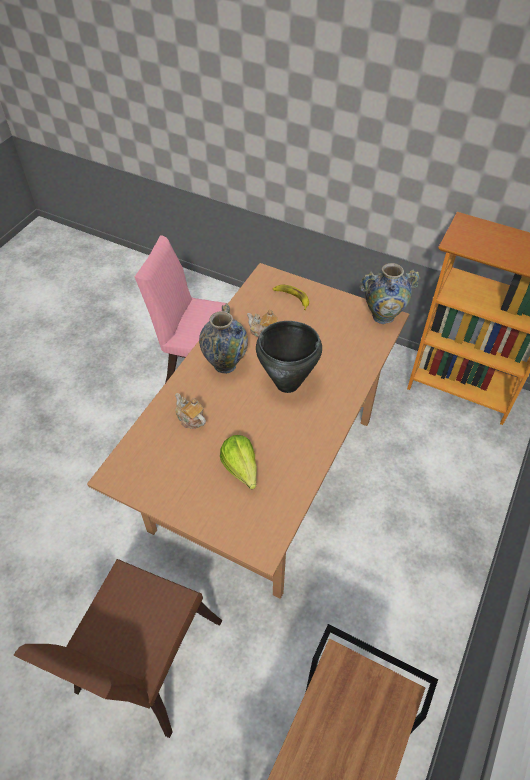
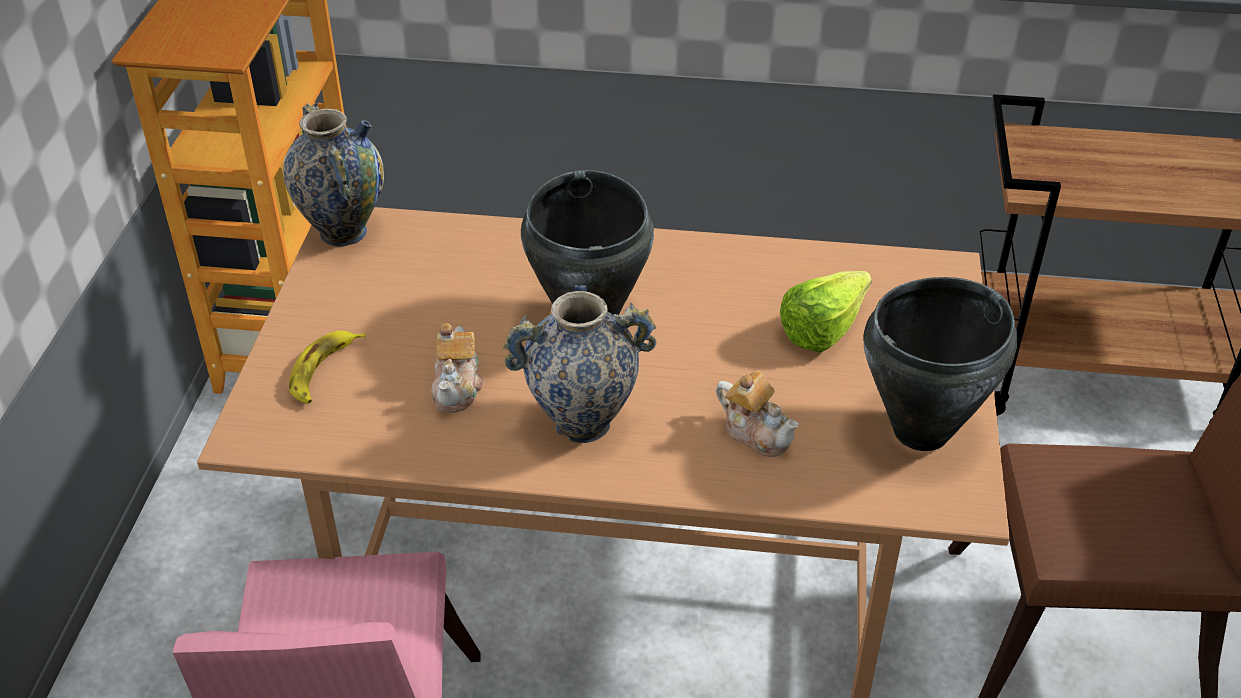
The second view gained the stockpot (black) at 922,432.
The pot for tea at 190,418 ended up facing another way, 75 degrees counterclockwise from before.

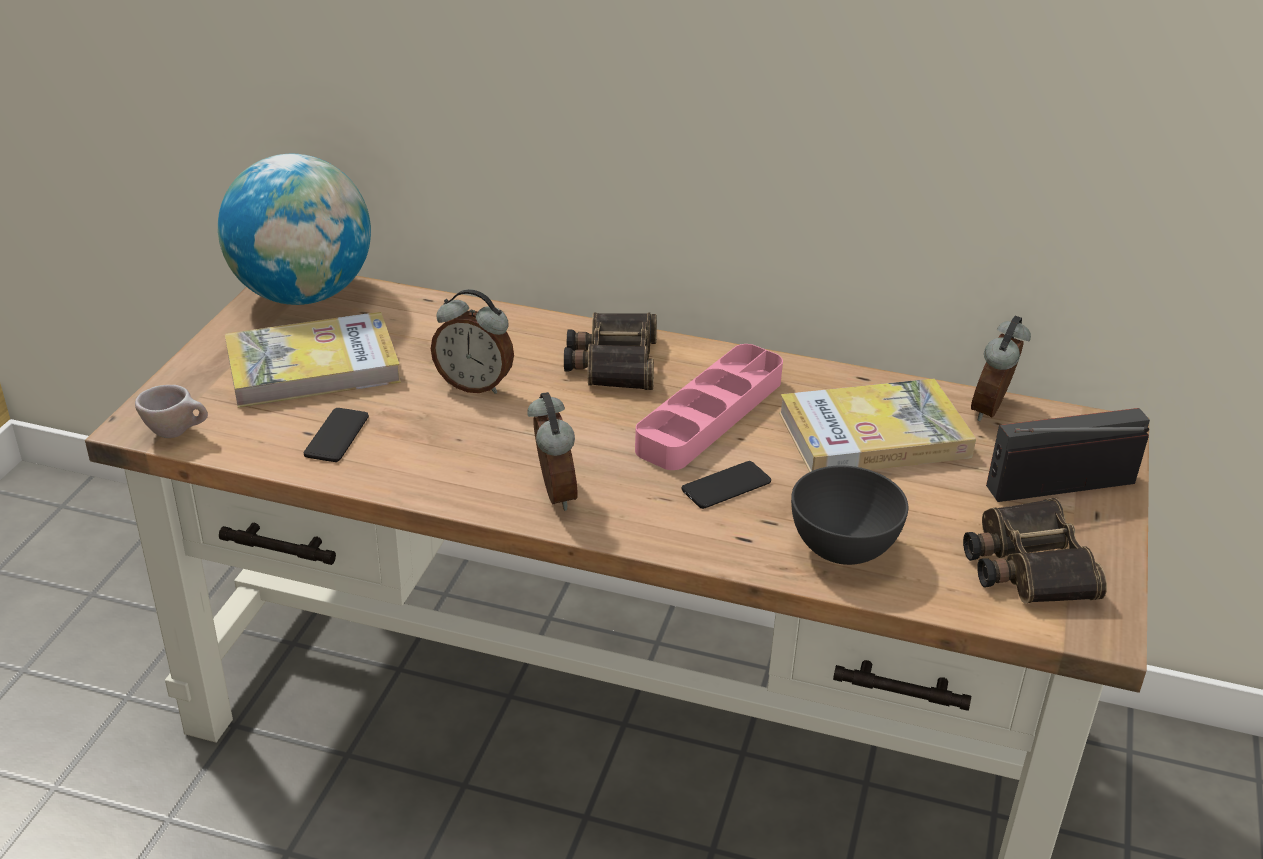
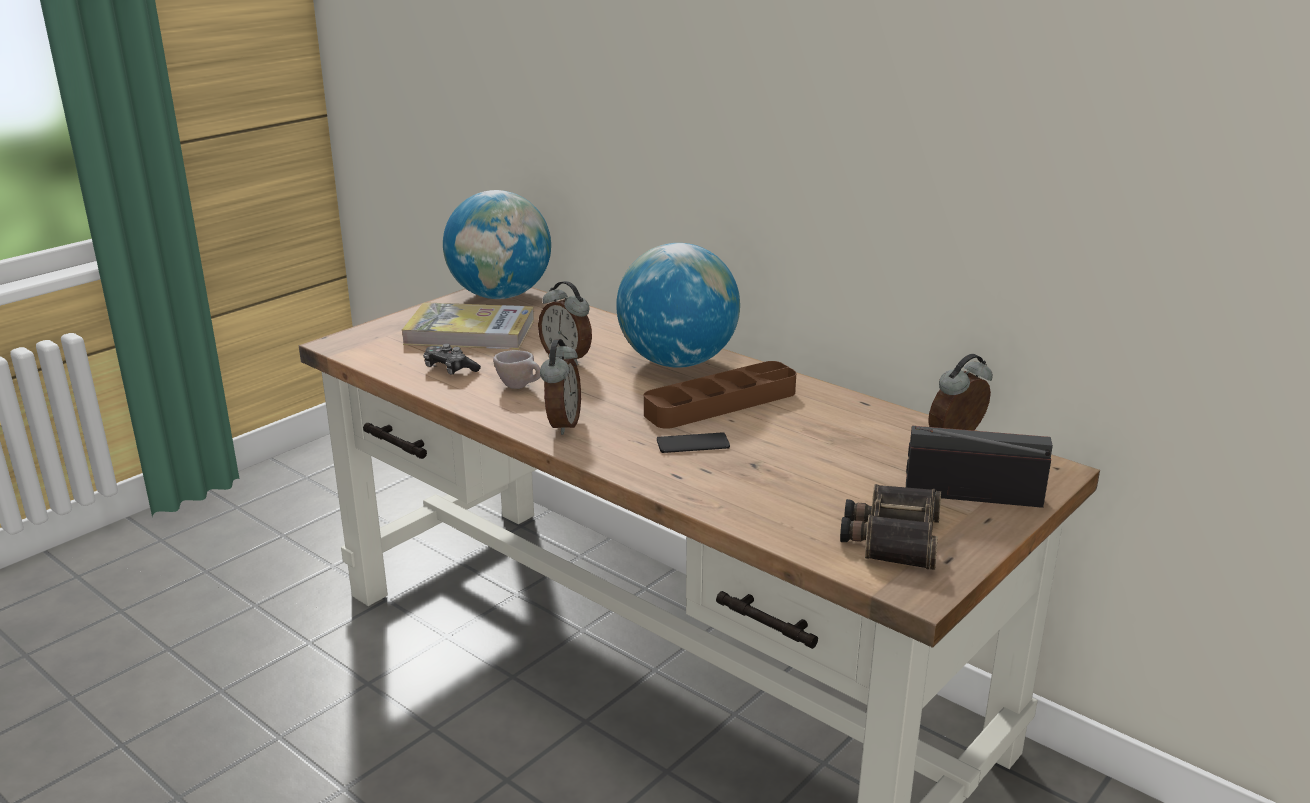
The second view lost the volume at 874,435.
The second view lost the serving bowl (greyish) at 842,547.
The cup (sand-coloured) ended up elsewhere, having gone from 178,432 to 520,387.
Where the telephone stood at 336,436, the game controller came to stand at 450,369.
Where the binoculars stood at 612,362, the world globe came to stand at 677,362.
What was the serving tray (pink) at 710,415 turned into the serving tray (brownish) at 721,403.

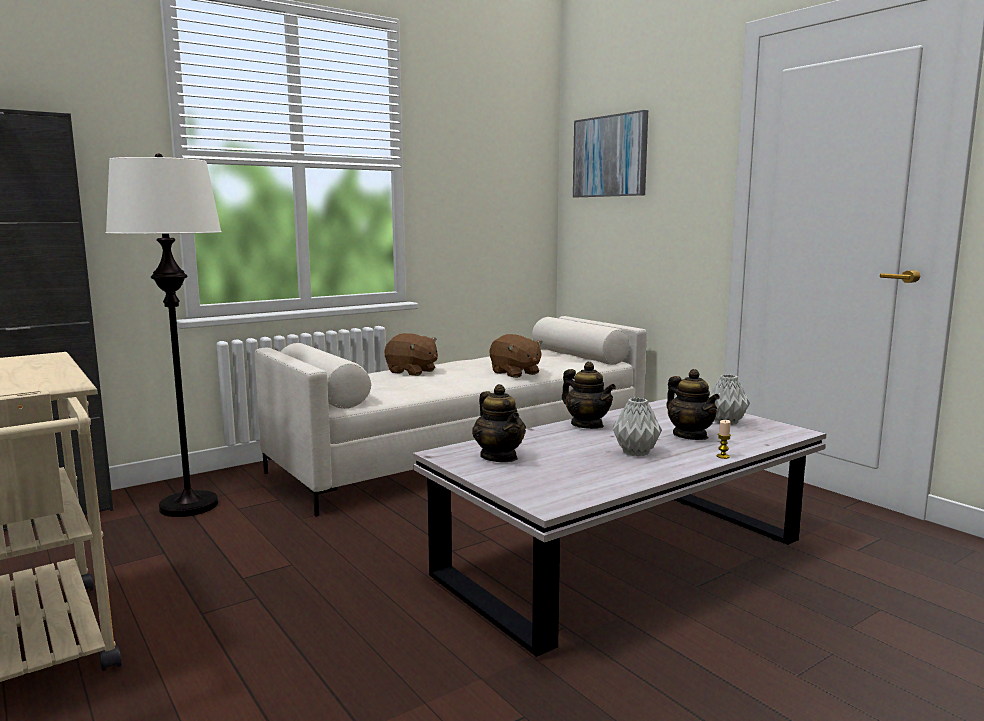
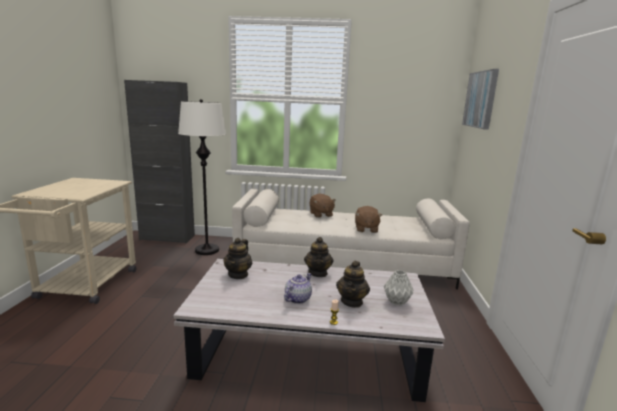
Where the flower vase (greyish) stood at 635,452, the pot for tea came to stand at 297,298.

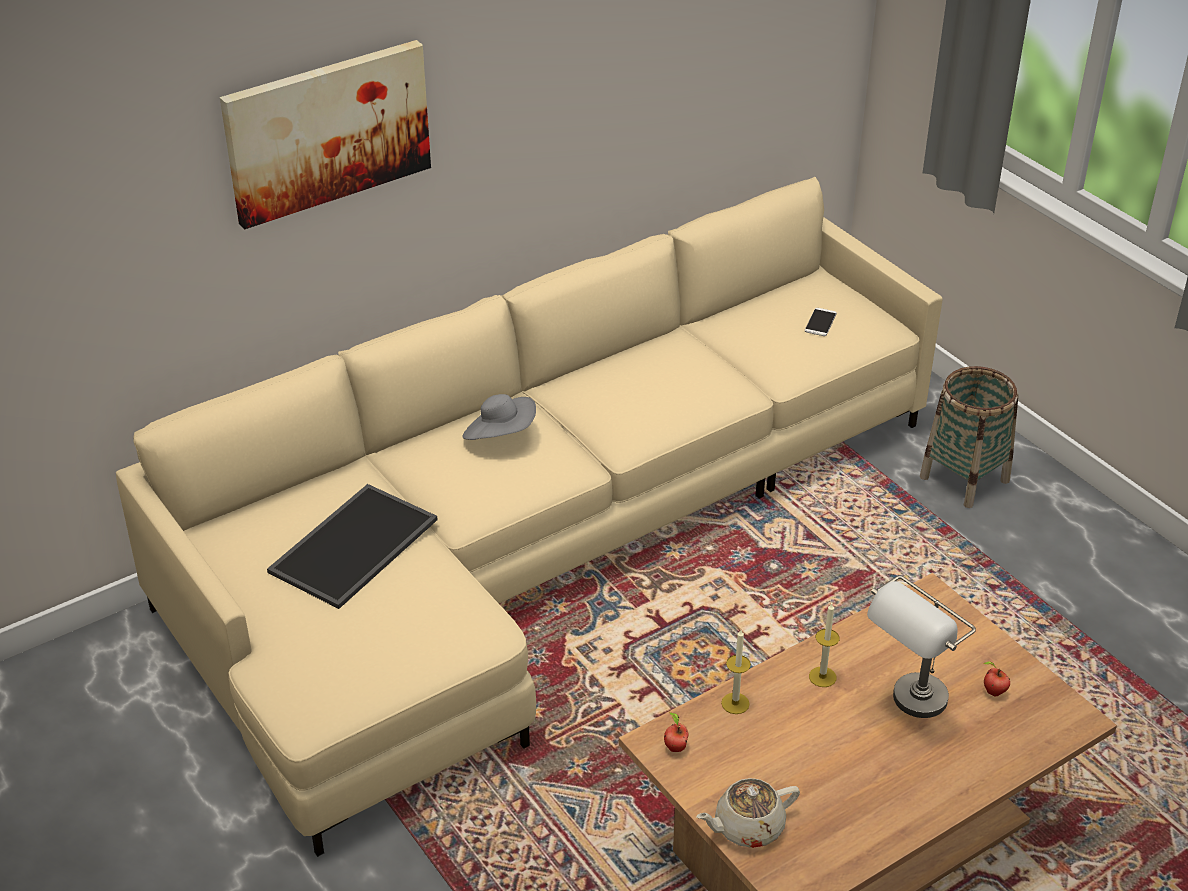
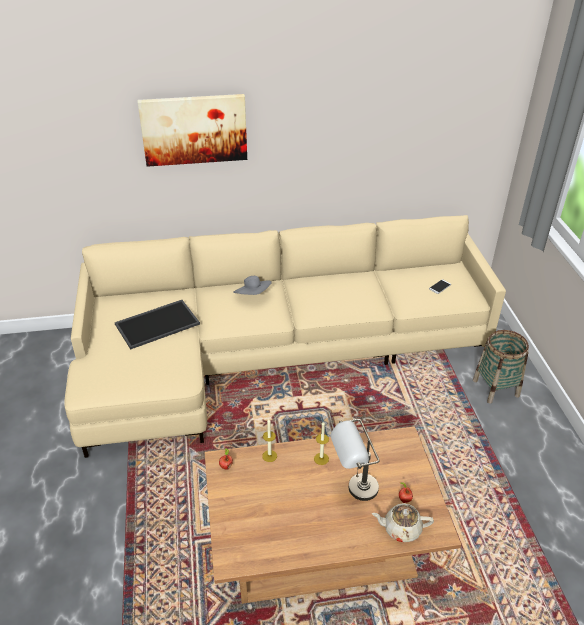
The pot for tea (sand-coloured) ended up elsewhere, having gone from 747,827 to 401,529.

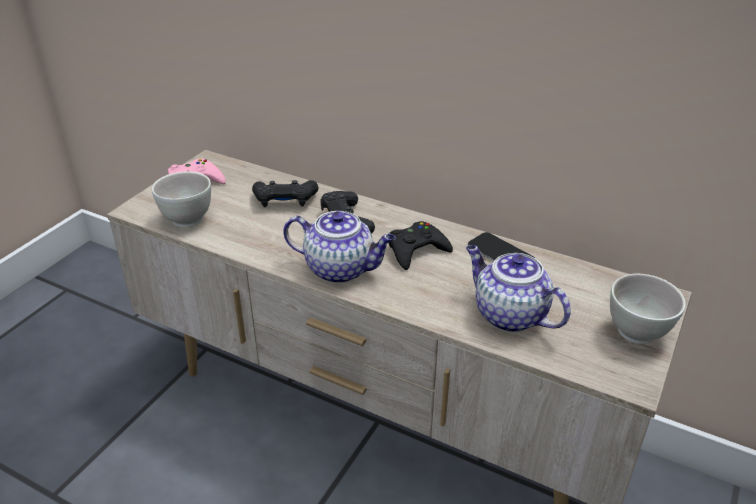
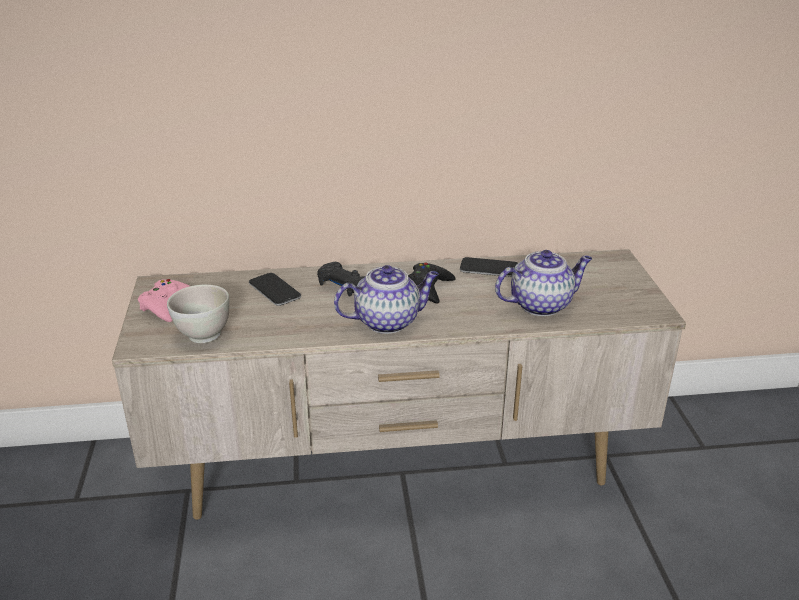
The second view lost the serving bowl (white-coloured) at 637,333.
Where the game controller (black) stood at 285,201, the telephone came to stand at 274,290.
The pot for tea at 508,315 ended up facing another way, 150 degrees clockwise from before.

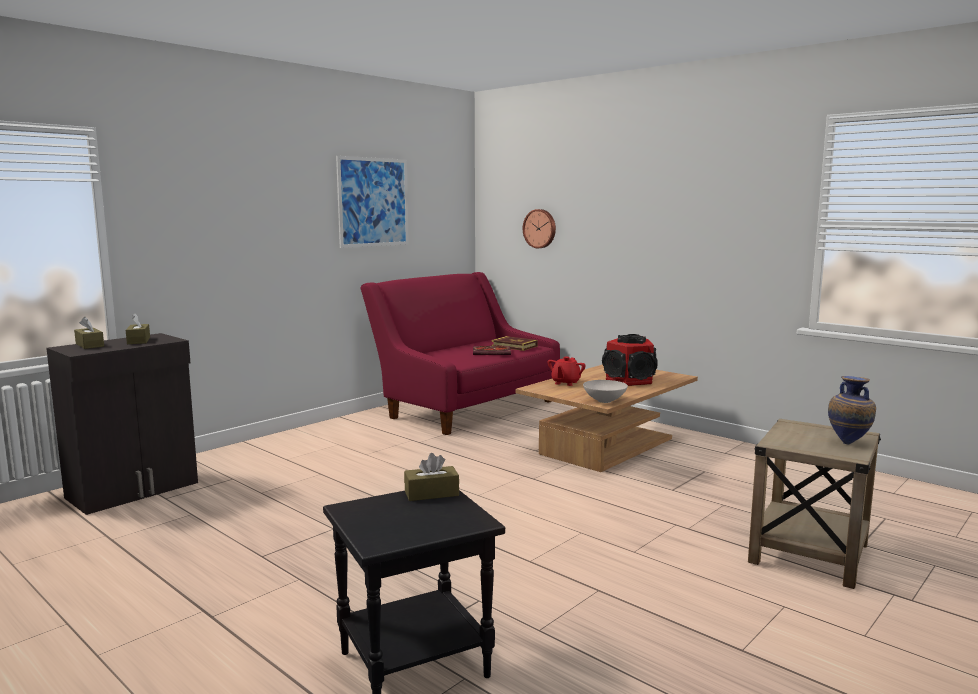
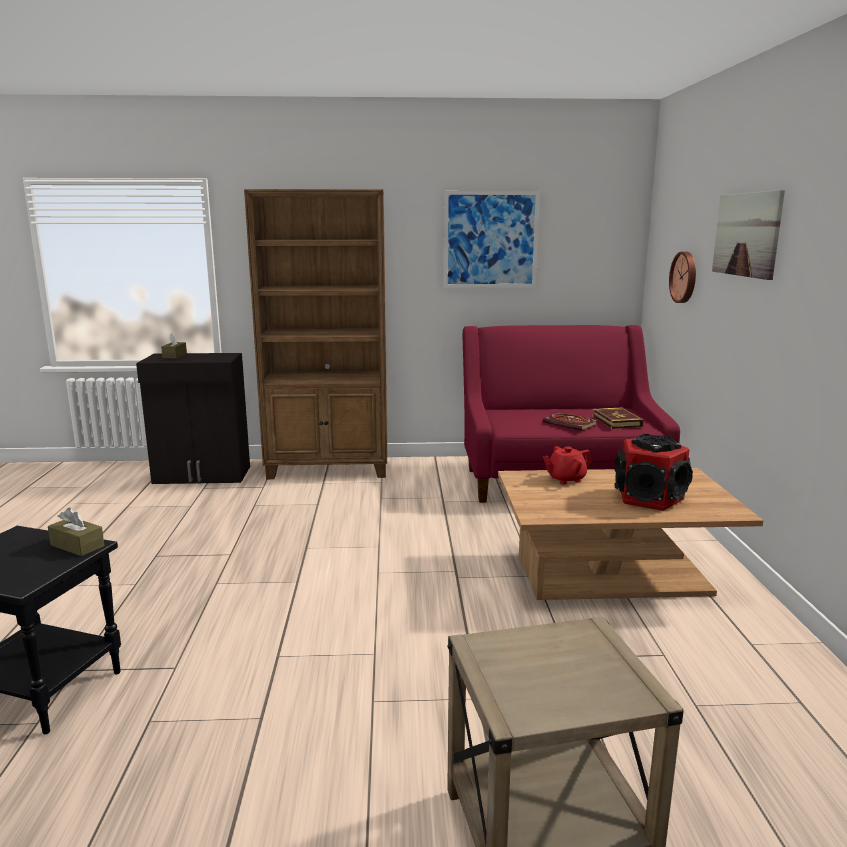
The second view lost the box of tissues (brownish) at 138,341.
The second view lost the serving bowl (white-coloured) at 604,401.
The second view lost the flower vase at 849,443.
The second view gained the shelving unit (brownish) at 329,469.
The second view gained the picture at 746,234.

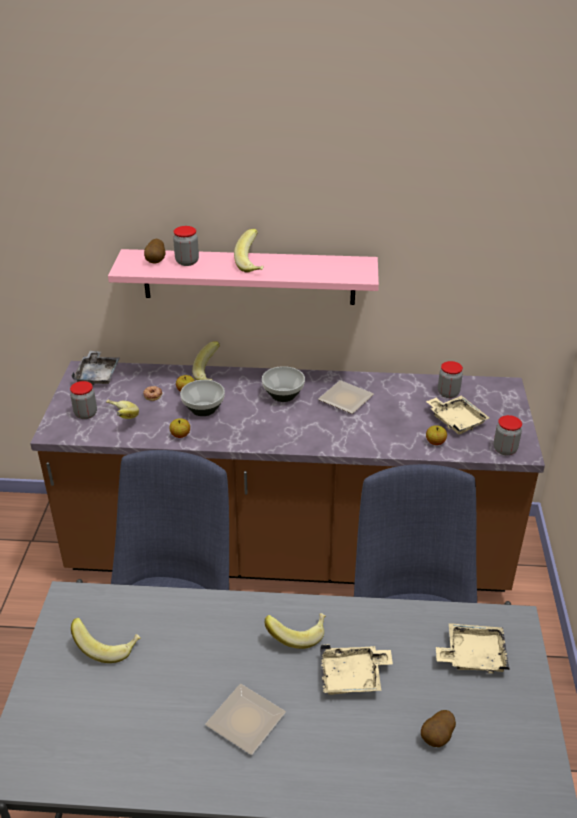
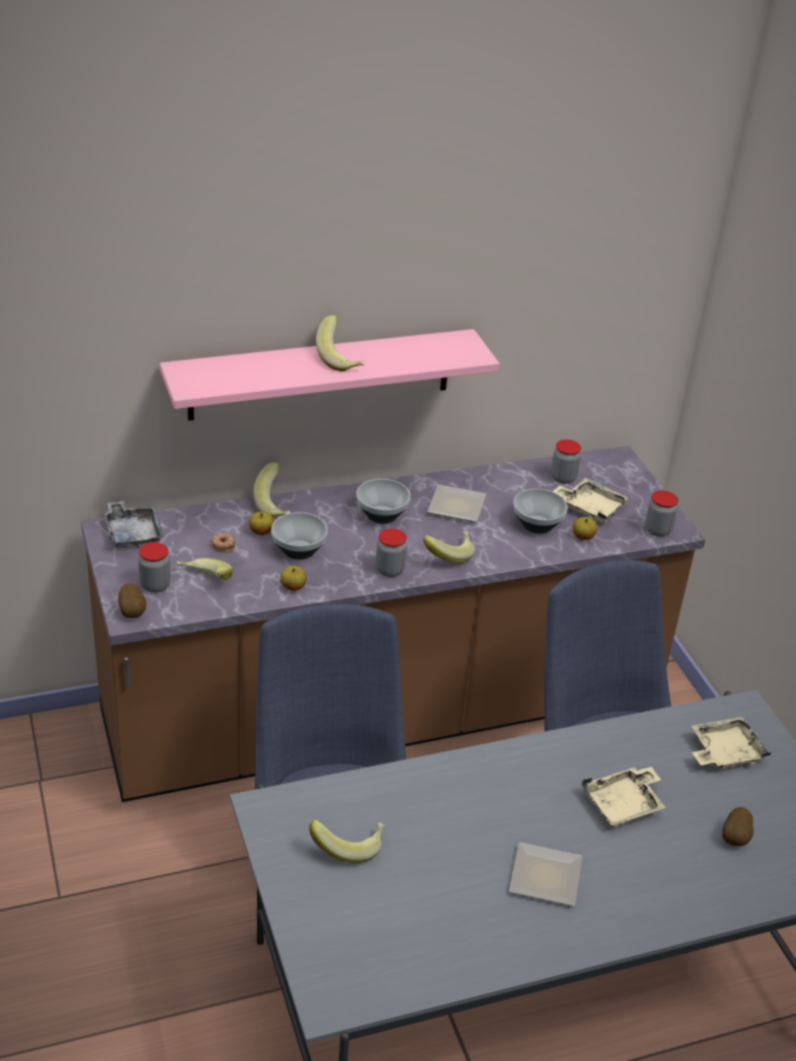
The second view gained the serving bowl at 536,524.
The spud ended up elsewhere, having gone from 156,261 to 133,612.
The jar ended up elsewhere, having gone from 187,262 to 390,570.
The whole banana ended up elsewhere, having gone from 297,634 to 448,555.

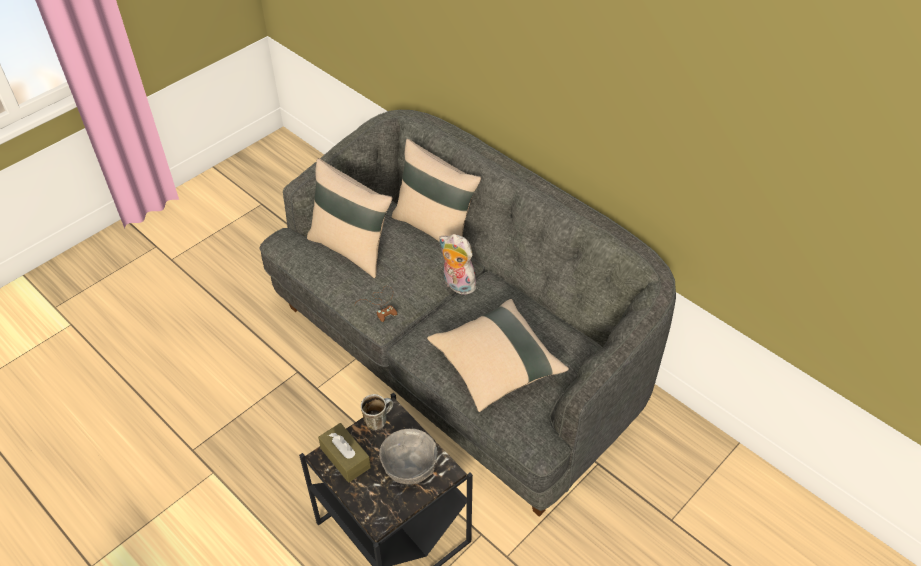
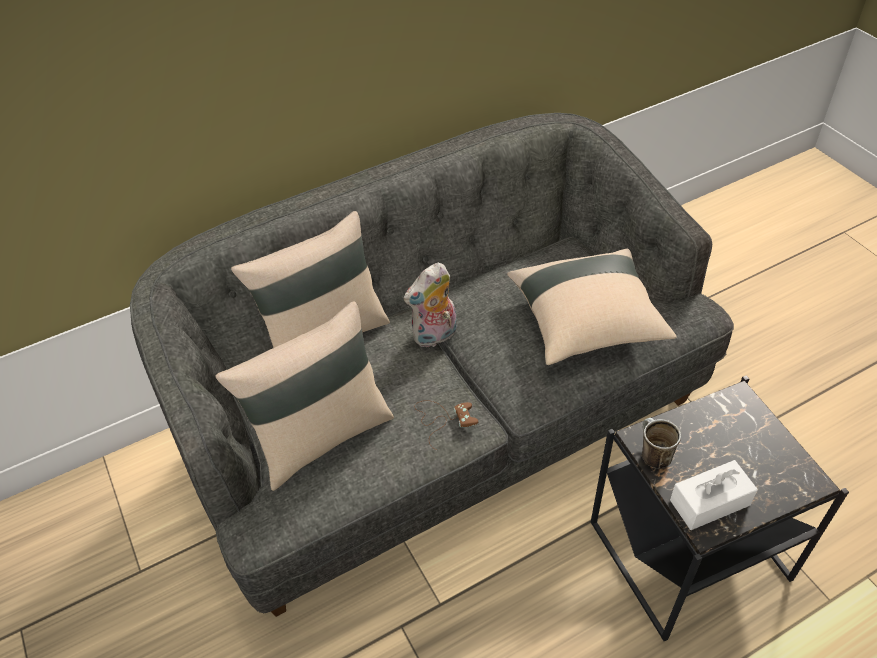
The second view lost the serving bowl (greyish) at 410,467.
What was the box of tissues (brownish) at 345,458 turned into the box of tissues (white-coloured) at 709,502.

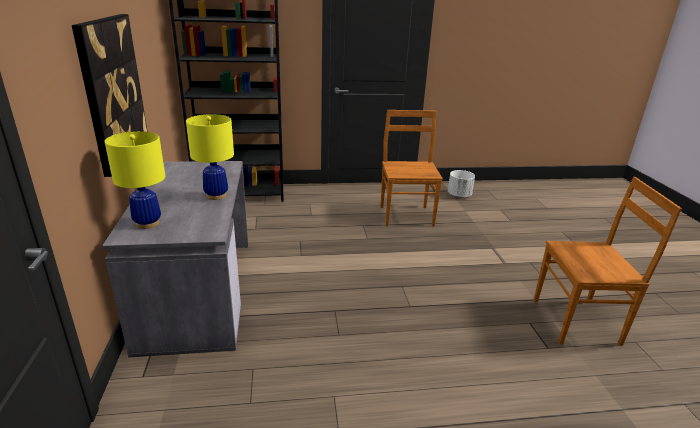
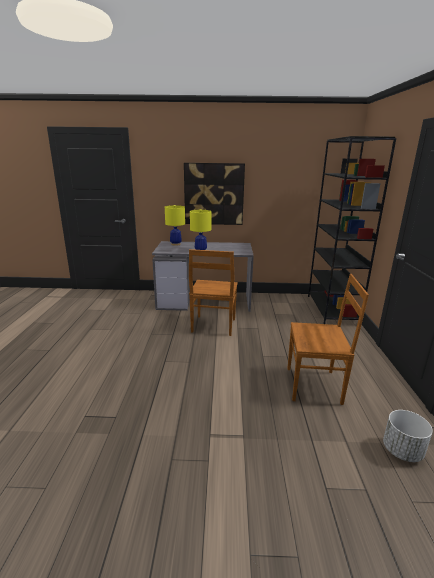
The chair (brownish) ended up elsewhere, having gone from 578,321 to 213,326.

